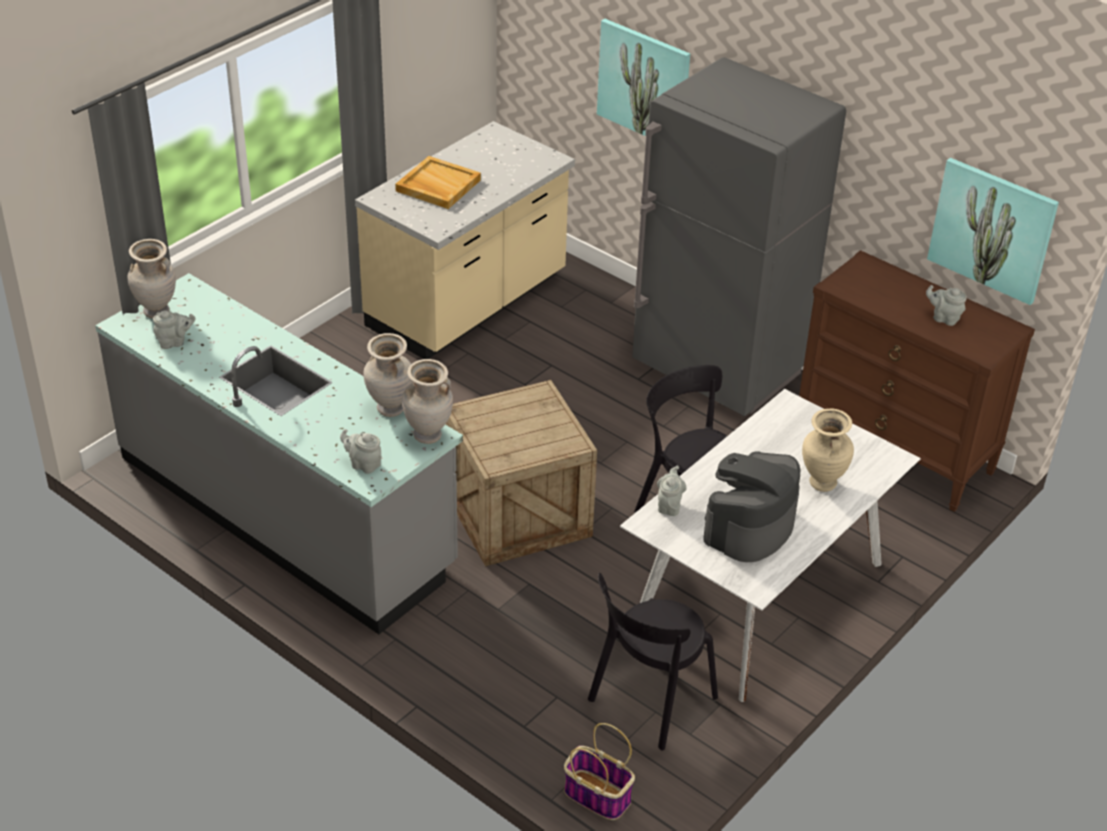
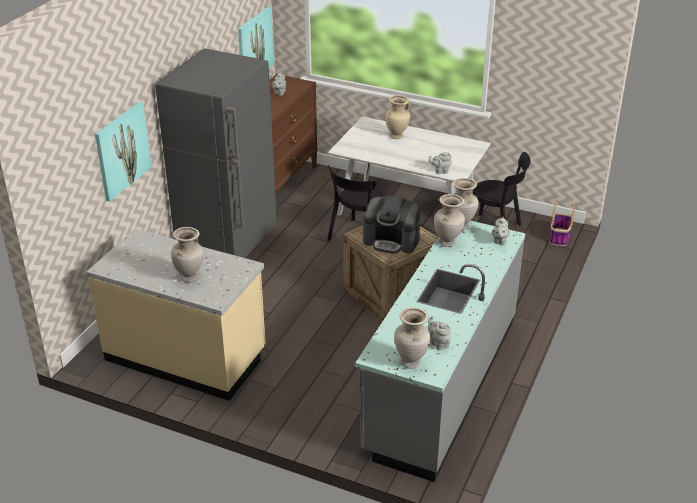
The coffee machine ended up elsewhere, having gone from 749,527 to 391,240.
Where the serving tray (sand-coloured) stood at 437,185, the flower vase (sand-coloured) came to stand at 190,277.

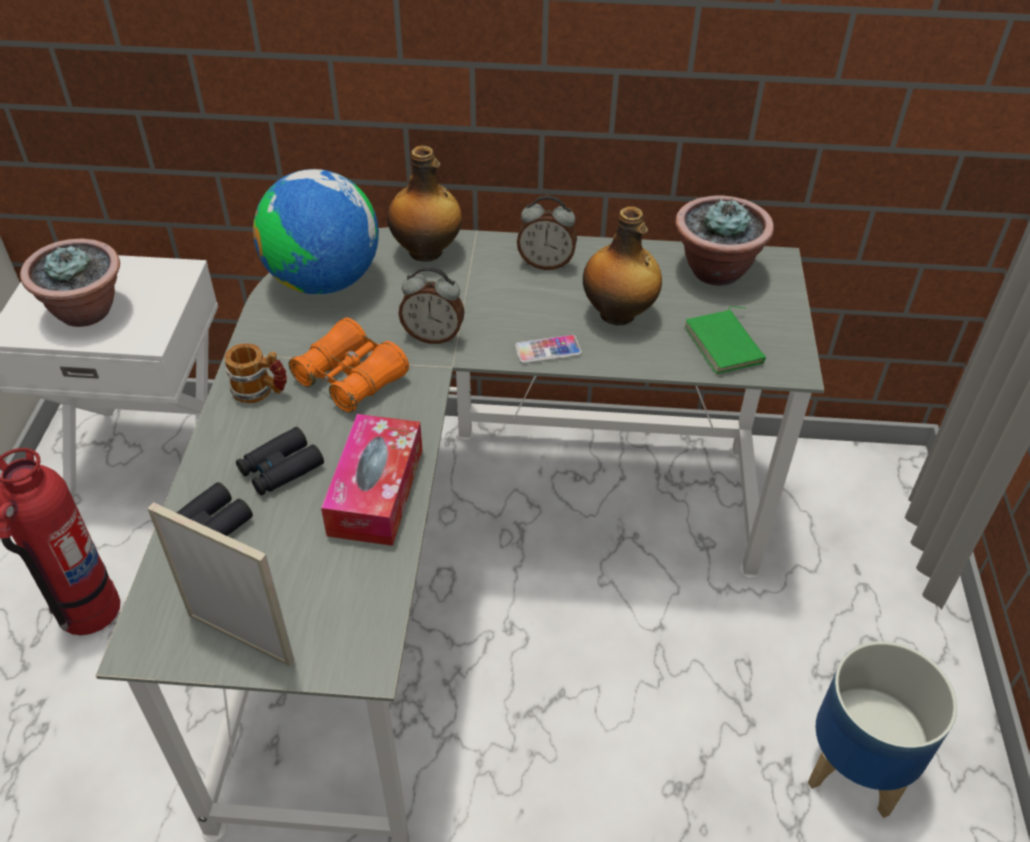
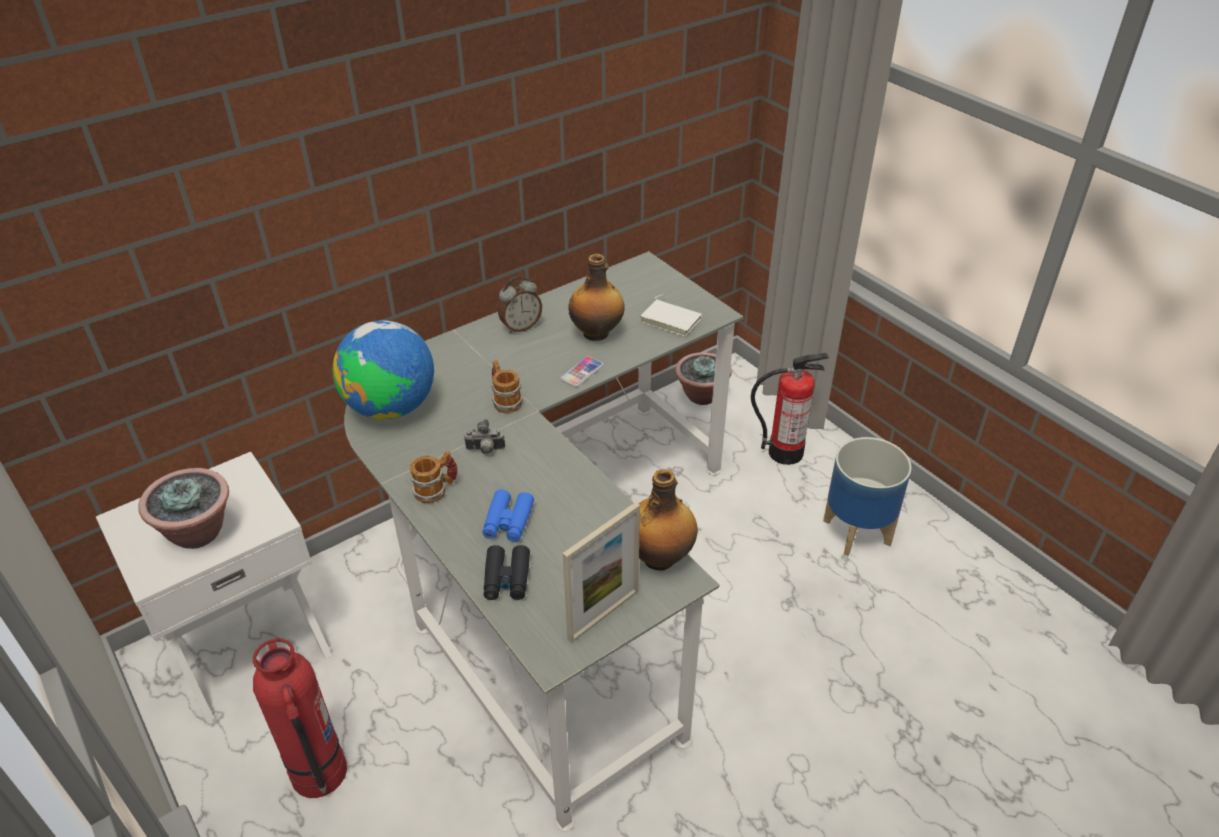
The second view lost the box of tissues at 376,491.
The second view gained the fire extinguisher at 785,452.
The beverage bottle ended up elsewhere, having gone from 427,252 to 660,557.
The plant in a pot ended up elsewhere, having gone from 715,270 to 701,395.
Where the binoculars (orange-coloured) stood at 350,378, the photo camera came to stand at 485,450.
Where the bedside clock stood at 433,336, the tea mug came to stand at 505,400.
What was the binoculars (black) at 280,468 turned into the binoculars (bluish) at 508,521.
What was the volume (green) at 726,345 turned into the volume (white-coloured) at 671,319.
The standing frame at 241,637 ended up facing another way, 150 degrees clockwise from before.

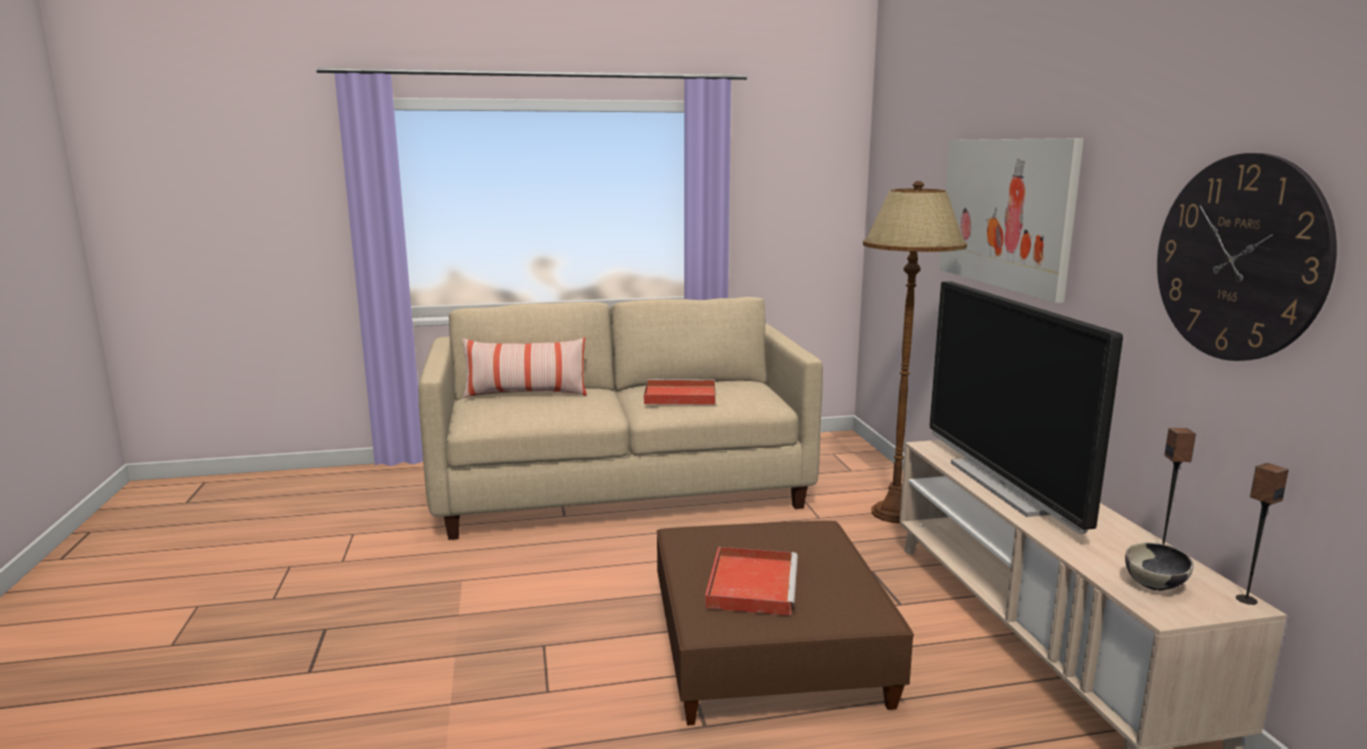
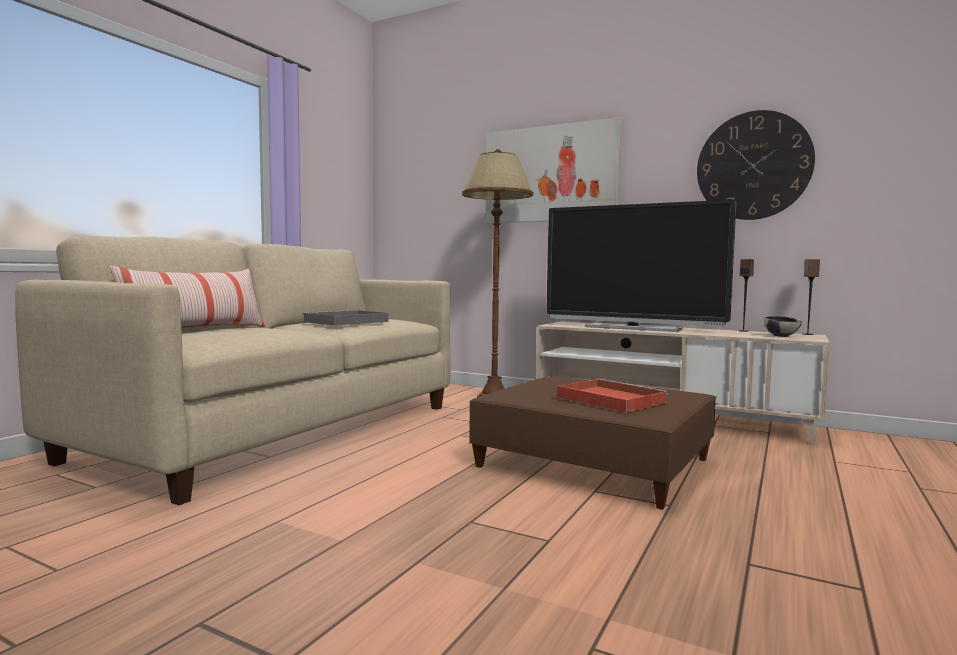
What was the serving tray (red-coloured) at 678,396 turned into the serving tray (greyish) at 345,322.

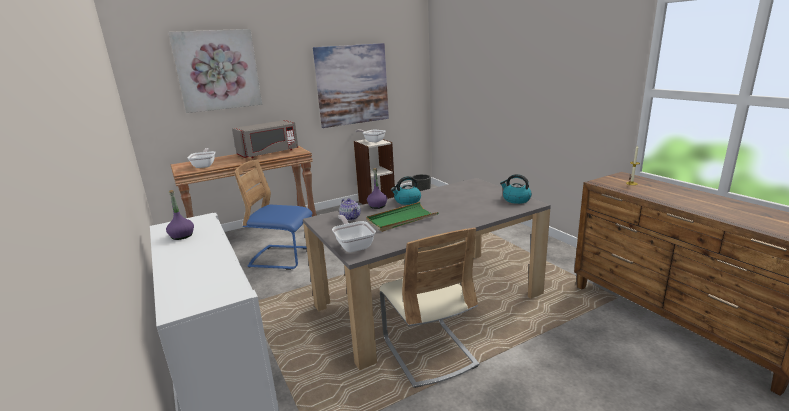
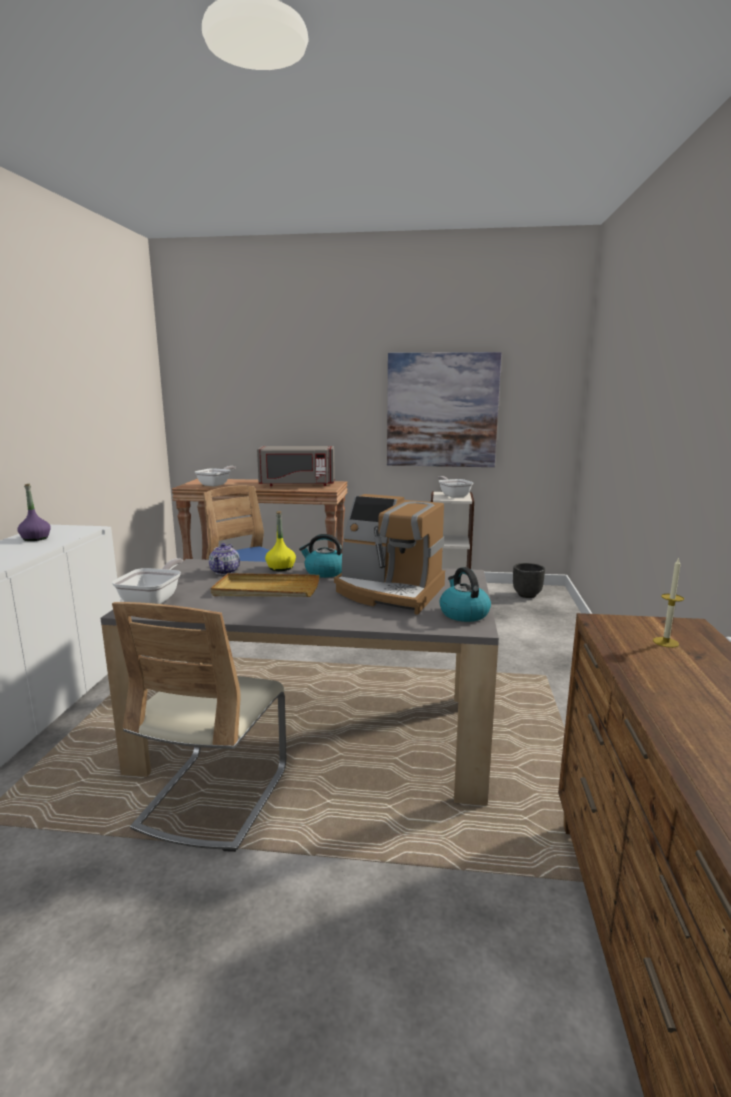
The second view lost the picture at 218,70.
The second view gained the coffee machine at 389,592.
What was the serving tray (green) at 401,219 turned into the serving tray (sand-coloured) at 266,590.
What was the beverage bottle (purple) at 377,206 turned into the beverage bottle (yellow-coloured) at 281,568.

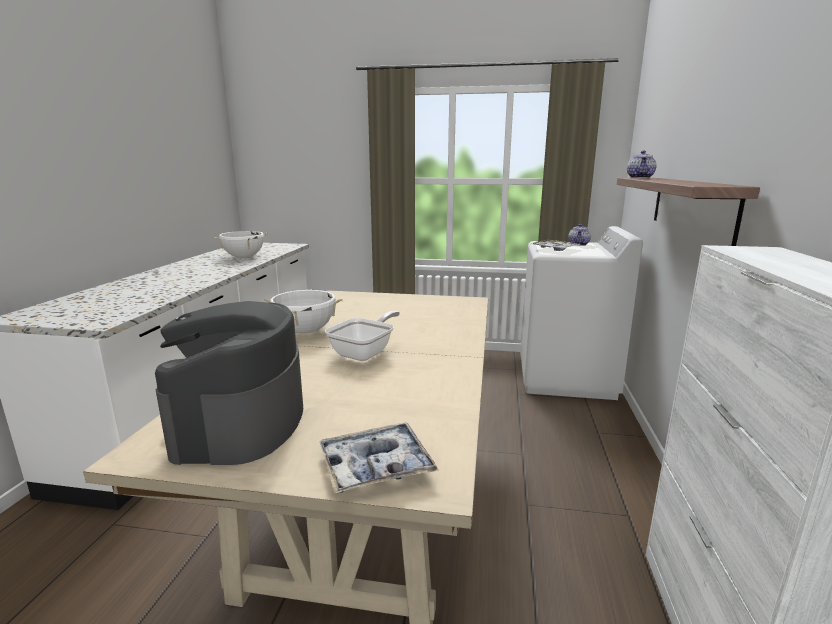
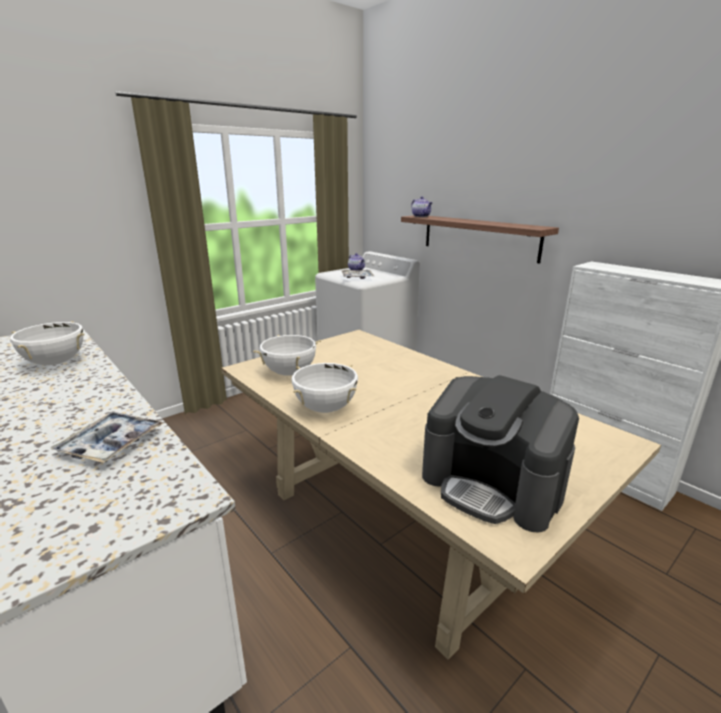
The second view lost the frying pan at 365,352.
The second view gained the stockpot (white-coloured) at 290,373.
The serving tray ended up elsewhere, having gone from 376,466 to 111,444.

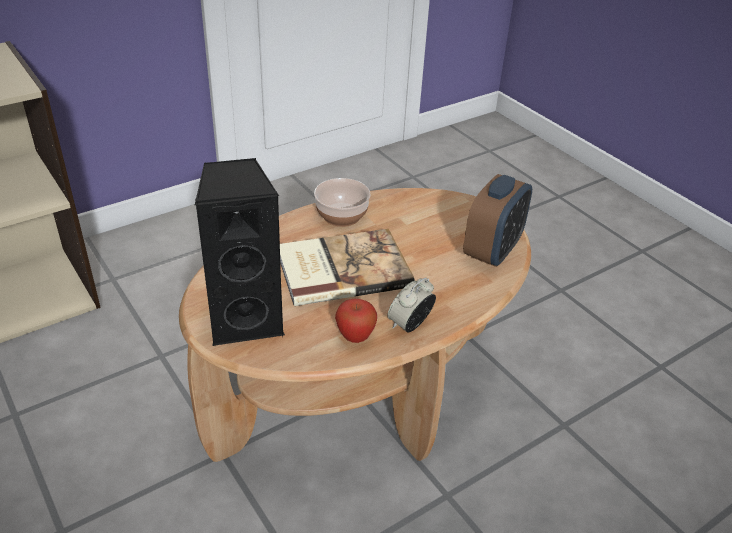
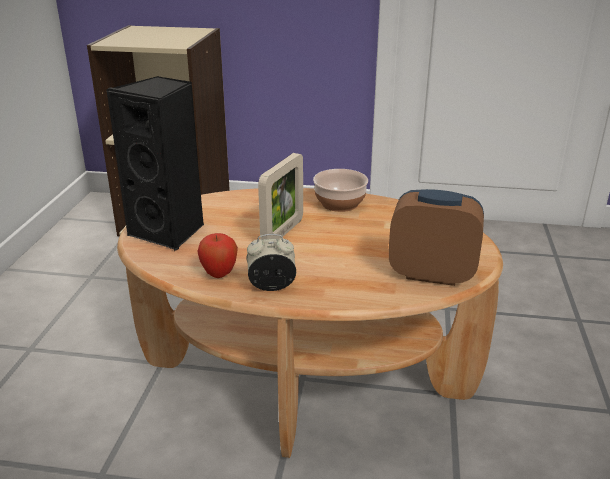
Where the volume stood at 341,269, the standing frame came to stand at 282,232.
The bedside clock at 492,251 ended up facing another way, 150 degrees counterclockwise from before.

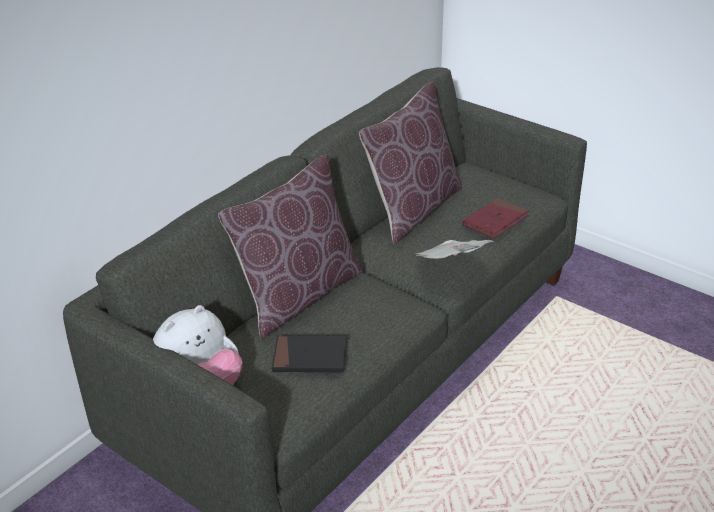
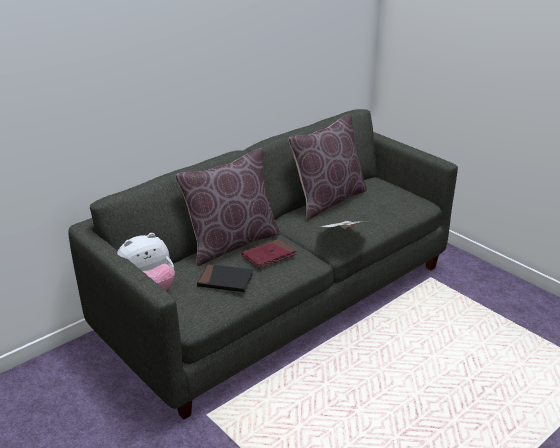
The volume (red-coloured) ended up elsewhere, having gone from 495,221 to 269,256.

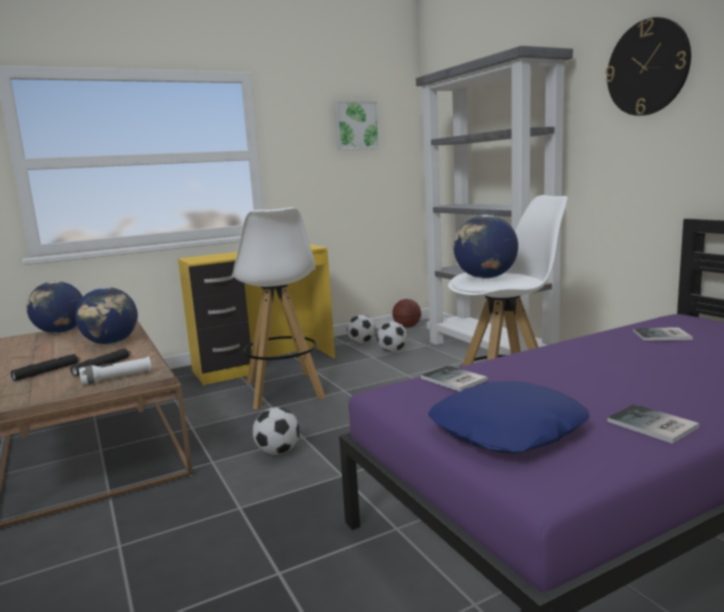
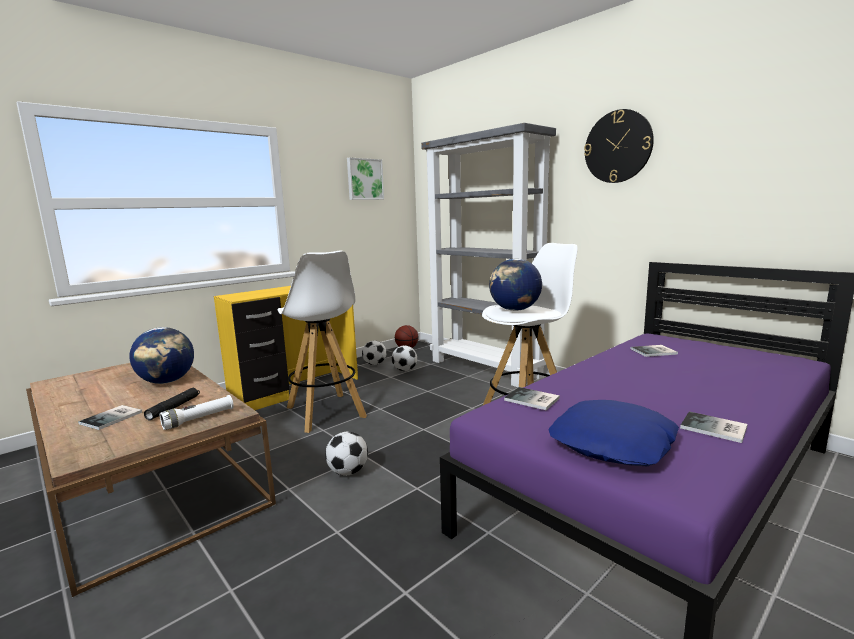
The second view lost the world globe at 60,332.
Where the flashlight (black) stood at 47,372, the volume came to stand at 113,417.

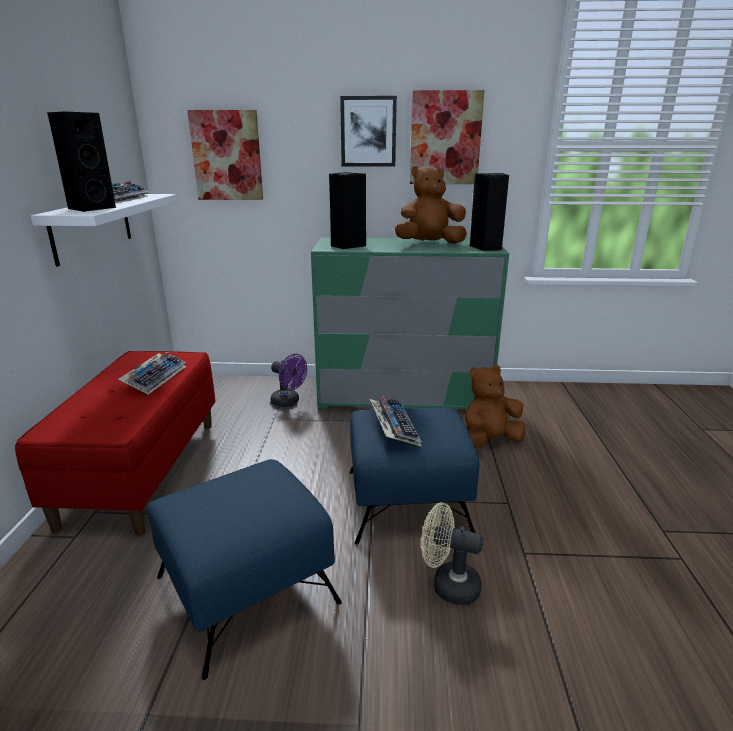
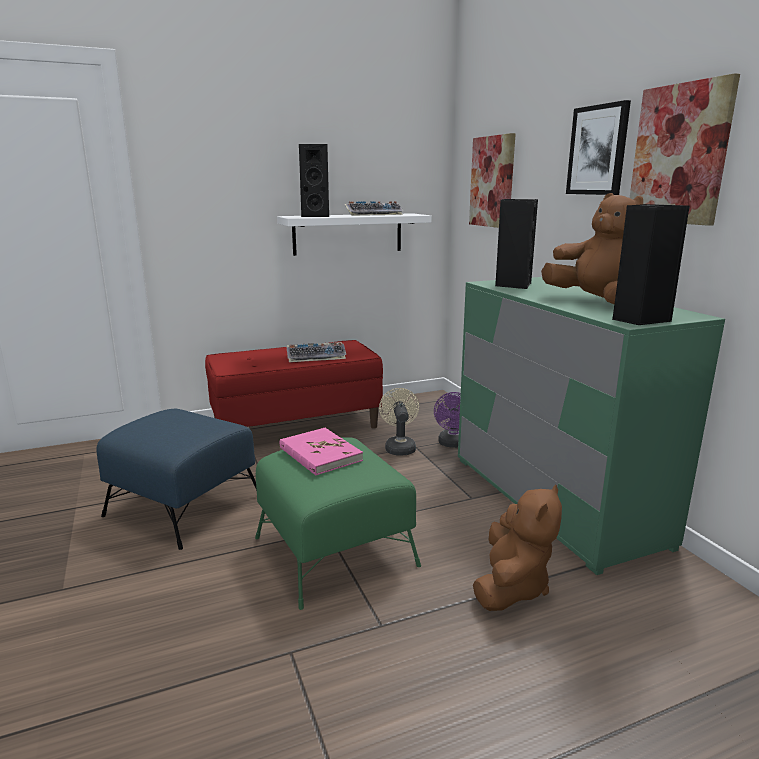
The fan (sand-coloured) ended up elsewhere, having gone from 448,585 to 399,447.
Where the computer keyboard stood at 393,427, the volume (pink) came to stand at 320,454.
What was the footrest (bluish) at 408,502 turned into the footrest (green) at 334,552.
The cuddly toy (brownish) at 489,441 ended up facing another way, 75 degrees clockwise from before.

